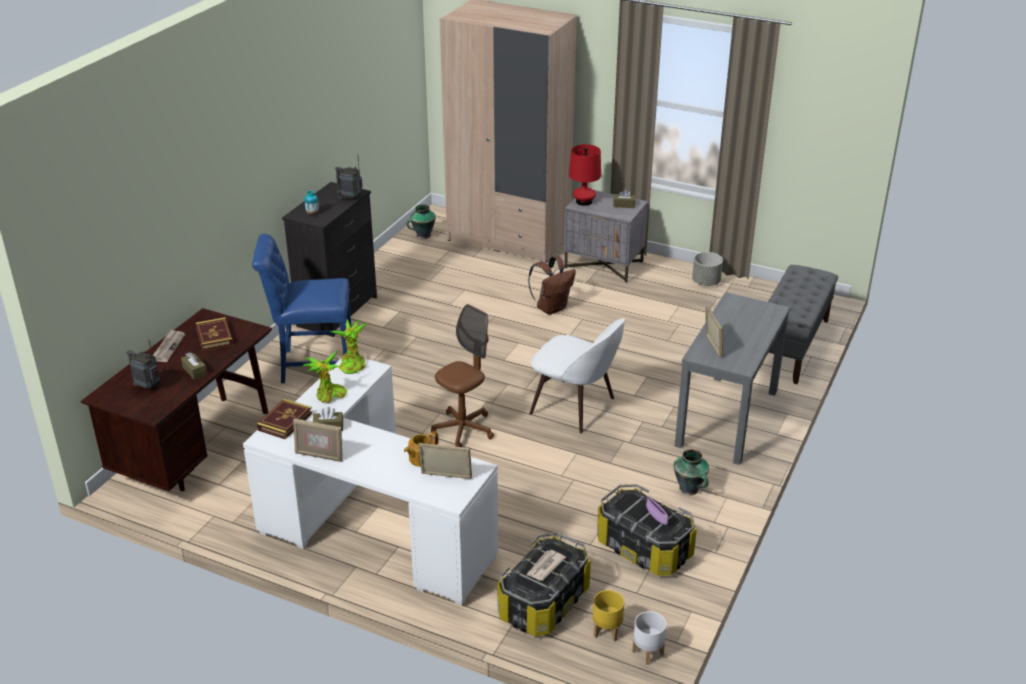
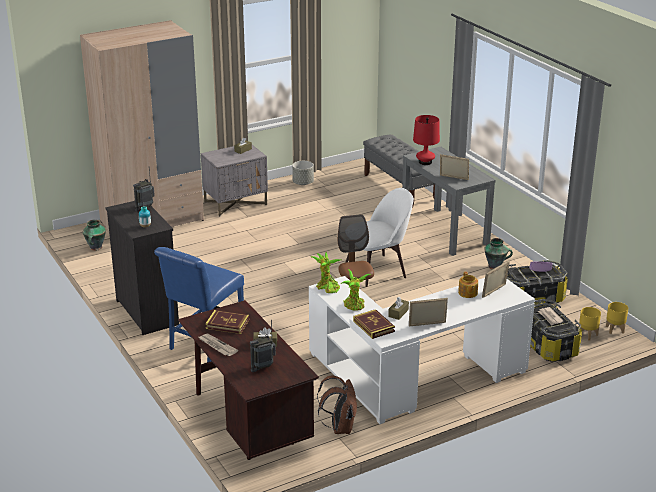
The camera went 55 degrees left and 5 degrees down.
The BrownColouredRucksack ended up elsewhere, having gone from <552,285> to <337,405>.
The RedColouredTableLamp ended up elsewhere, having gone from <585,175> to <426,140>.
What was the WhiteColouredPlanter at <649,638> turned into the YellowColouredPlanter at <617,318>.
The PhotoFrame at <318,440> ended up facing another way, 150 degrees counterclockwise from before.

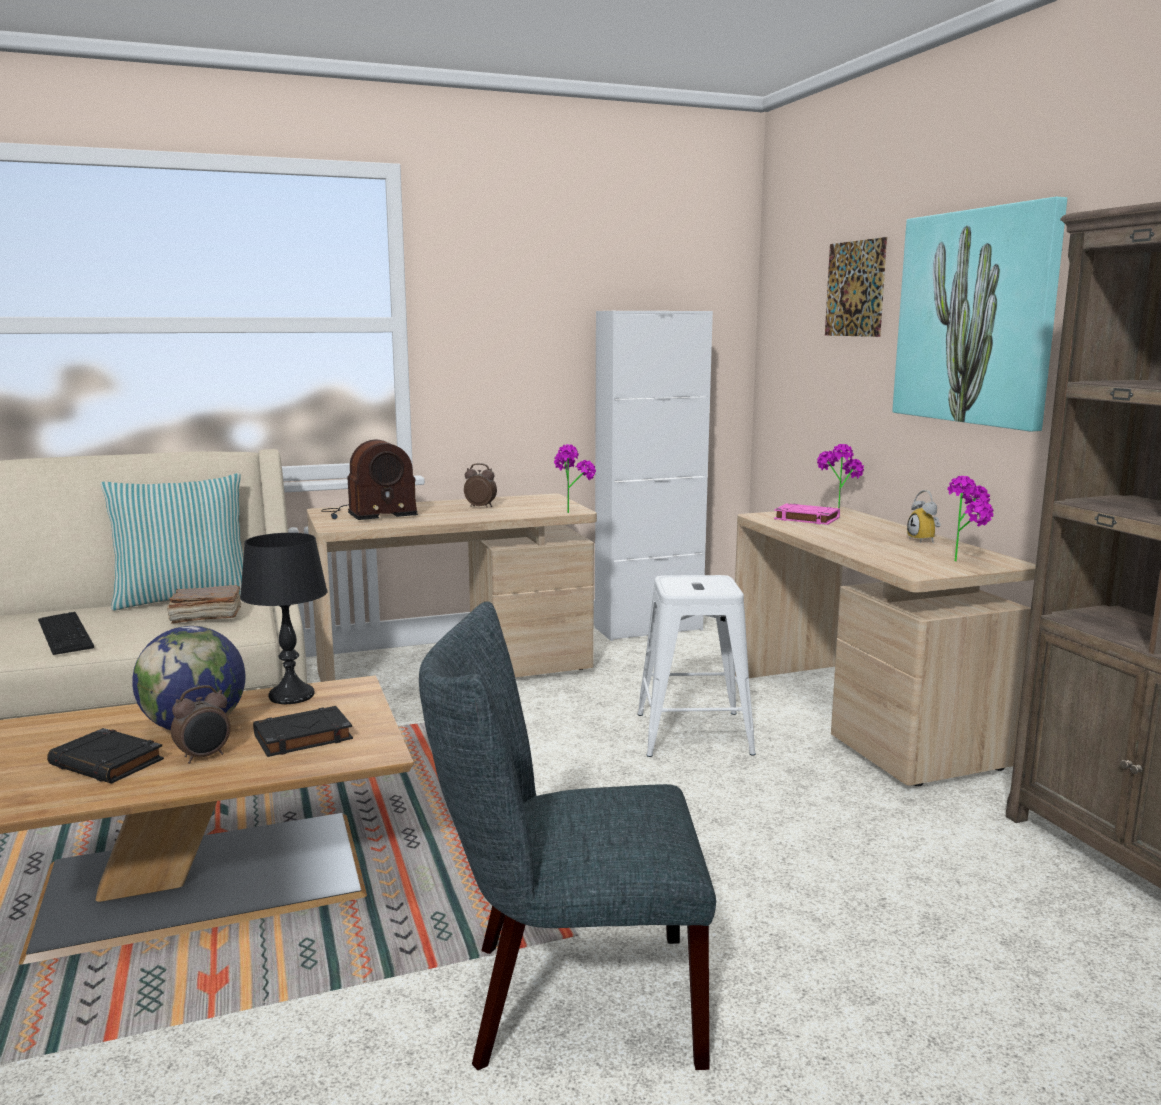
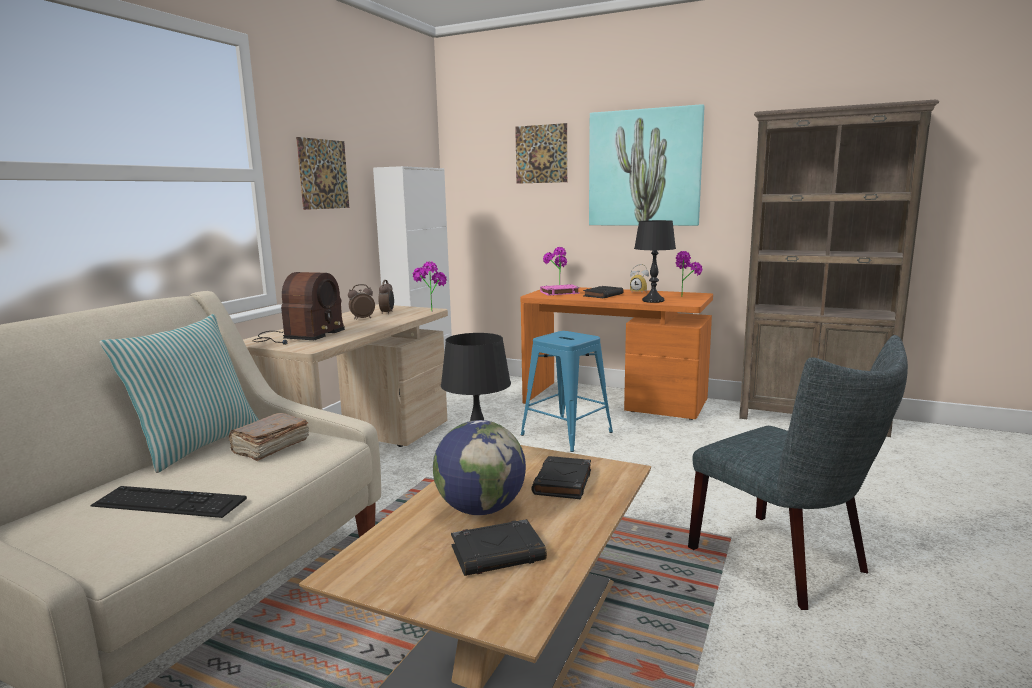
The camera went 45 degrees left and 0 degrees up.
The second view gained the WallPicture at <322,173>.
The second view gained the BlackColouredVolume at <603,292>.
The second view gained the BlackColouredTableLamp at <655,261>.
The BedsideClock ended up elsewhere, having gone from <201,724> to <386,297>.
What was the WhiteColouredSittingStool at <697,666> turned into the BlueSittingStool at <567,391>.
What was the BeigeDeskTable at <885,646> turned into the OrangeColouredDeskTable at <616,353>.
The GrayChair at <567,835> ended up facing another way, 75 degrees counterclockwise from before.

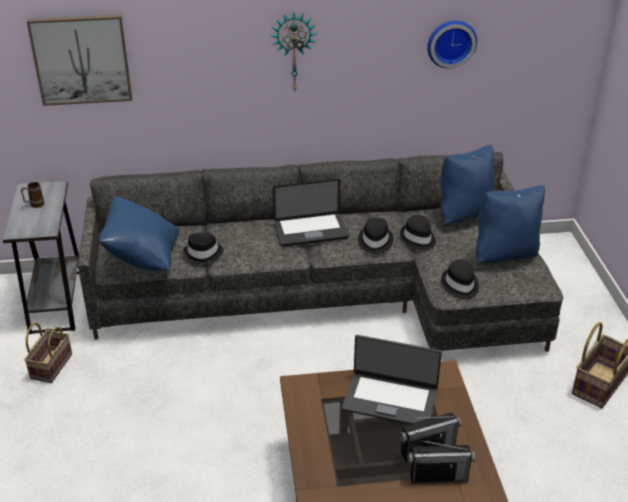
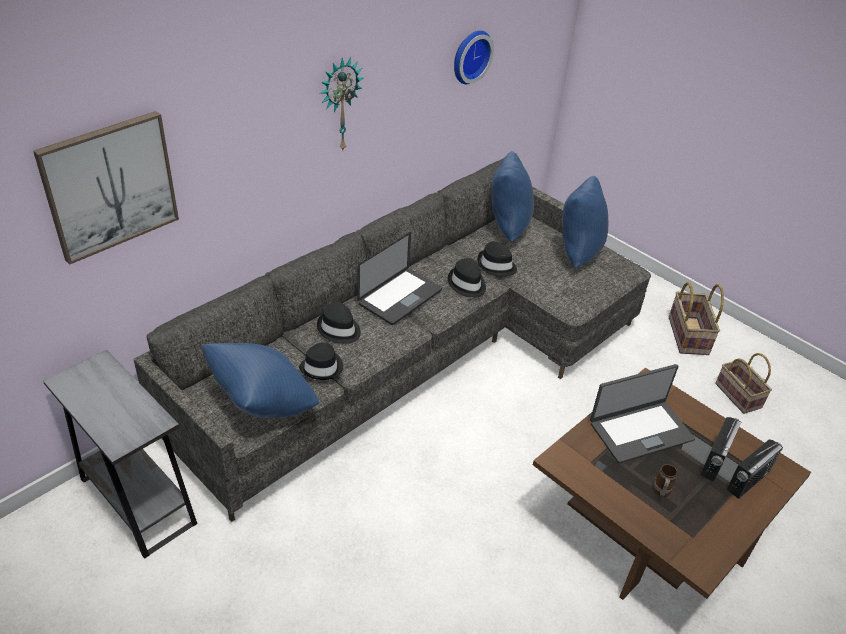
The camera went 40 degrees left and 5 degrees up.
The CoffeeMug ended up elsewhere, having gone from <32,195> to <665,480>.
The HouseholdBasket ended up elsewhere, having gone from <48,353> to <743,383>.
The BlackColouredHat ended up elsewhere, having gone from <460,279> to <339,323>.

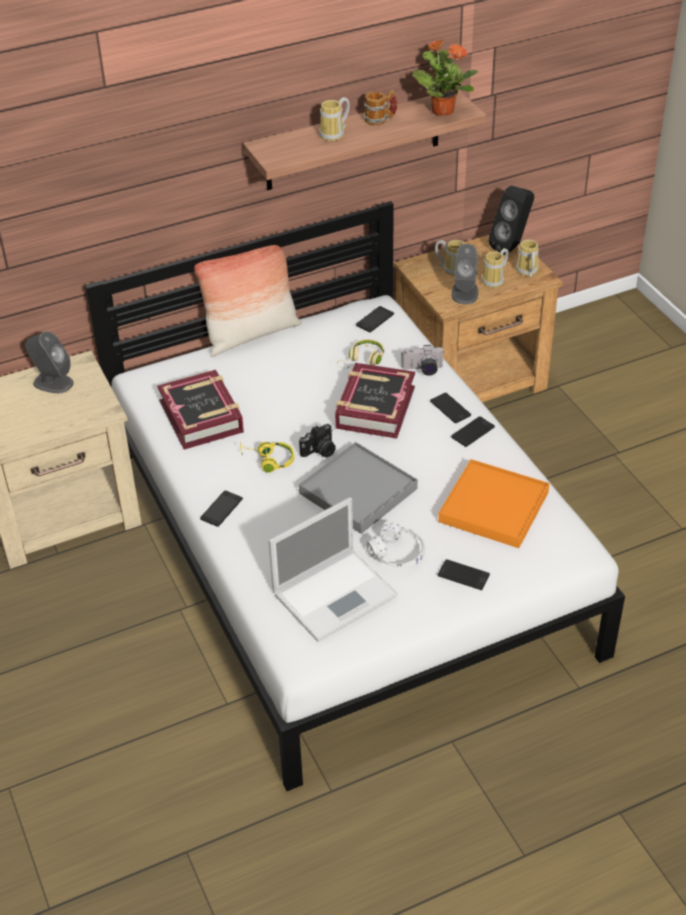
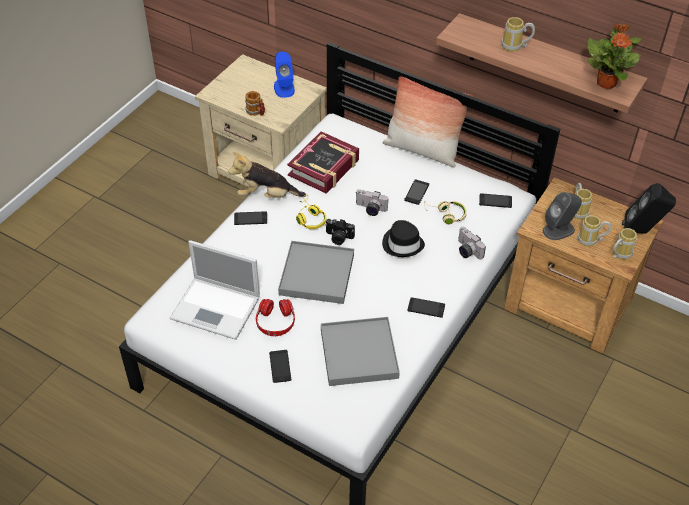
The camera went 55 degrees right and 5 degrees up.
The second view gained the PlushToy at <267,175>.
The second view gained the PhotoCamera at <372,202>.
The CoffeeMug ended up elsewhere, having gone from <380,107> to <255,103>.
The Handset ended up elsewhere, having gone from <450,408> to <416,192>.
Where the Volume stood at <375,400>, the BlackColouredHat came to stand at <403,238>.
What was the GrayLoudspeaker at <49,362> turned into the BlueLoudspeaker at <284,74>.
What was the WhiteColouredHeadset at <395,544> turned into the RedColouredHeadset at <275,317>.
What was the OrangeColouredCarryingTray at <494,503> turned into the GrayCarryingTray at <360,351>.

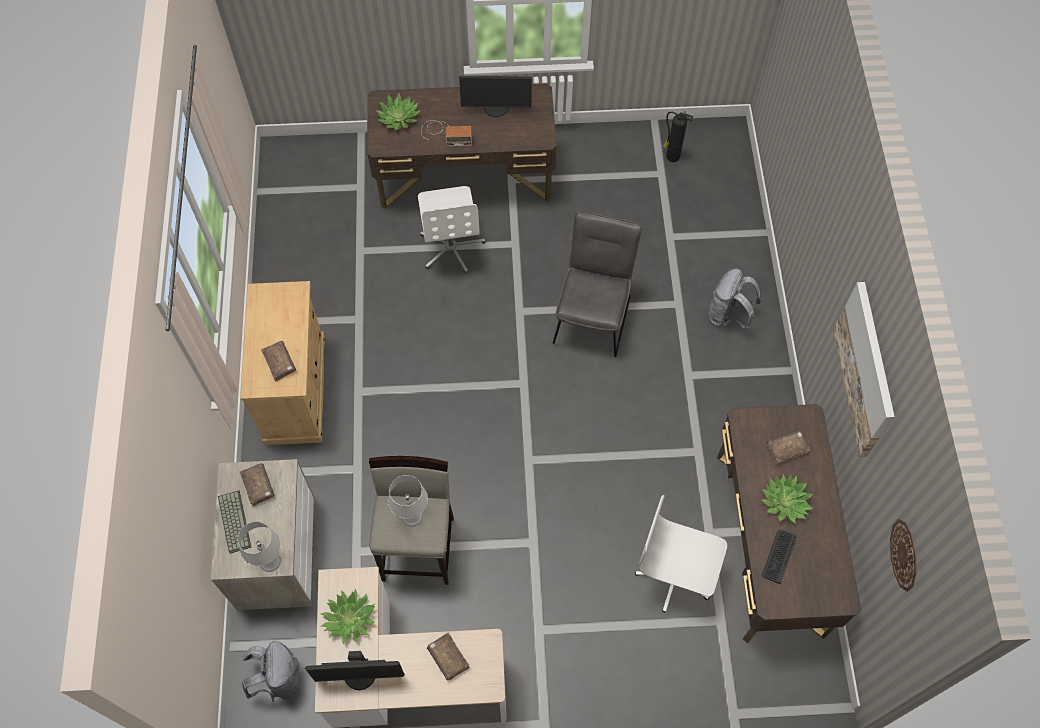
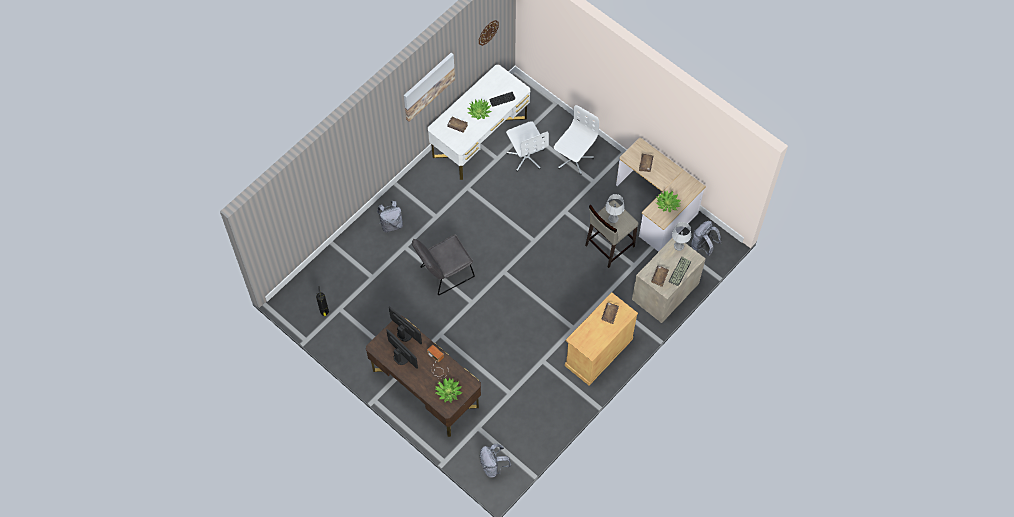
The camera went 135 degrees left and 0 degrees up.
The second view gained the GrayRucksack at <495,461>.
The ComputerDisplay ended up elsewhere, having gone from <355,670> to <405,325>.
The WhiteColouredComputerChair ended up elsewhere, having gone from <452,230> to <576,140>.
What was the BrownColouredDeskTable at <789,523> turned into the WhiteColouredDeskTable at <479,122>.

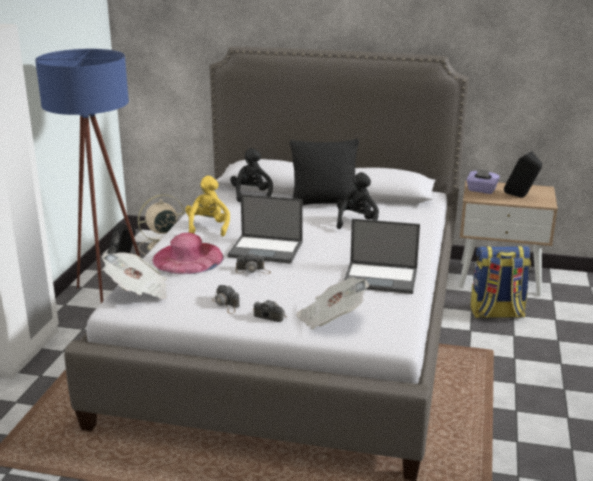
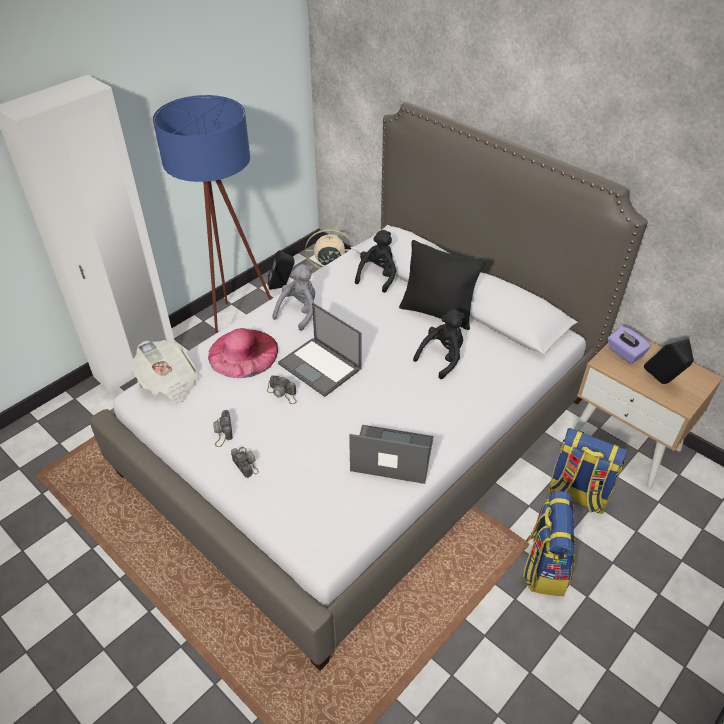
The camera went 30 degrees right and 20 degrees up.
The second view lost the PrintedPaper at <332,303>.
The second view gained the Rucksack at <549,543>.
What was the YellowColouredPlushToy at <207,206> turned into the GrayPlushToy at <294,297>.
The PortableComputer at <382,256> ended up facing another way, 150 degrees clockwise from before.

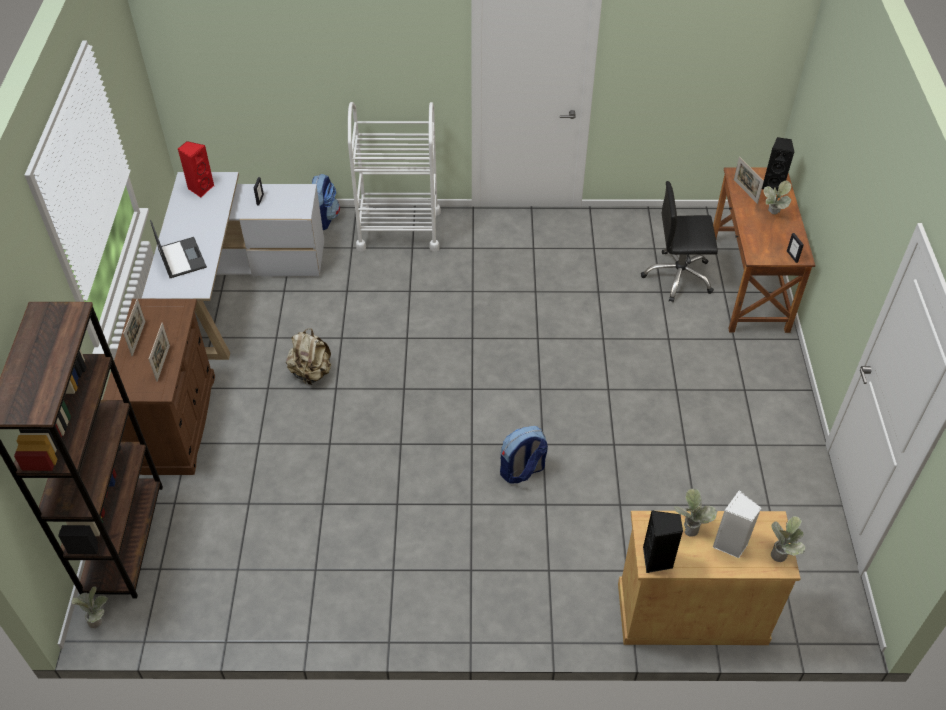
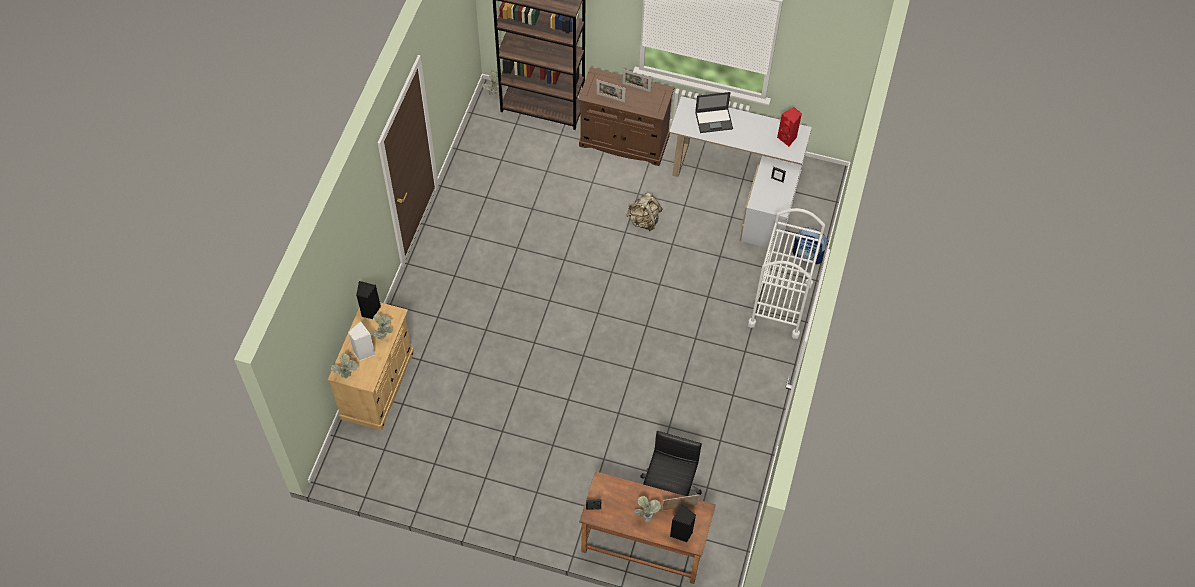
The camera went 105 degrees right and 10 degrees up.
The second view lost the Rucksack at <524,455>.

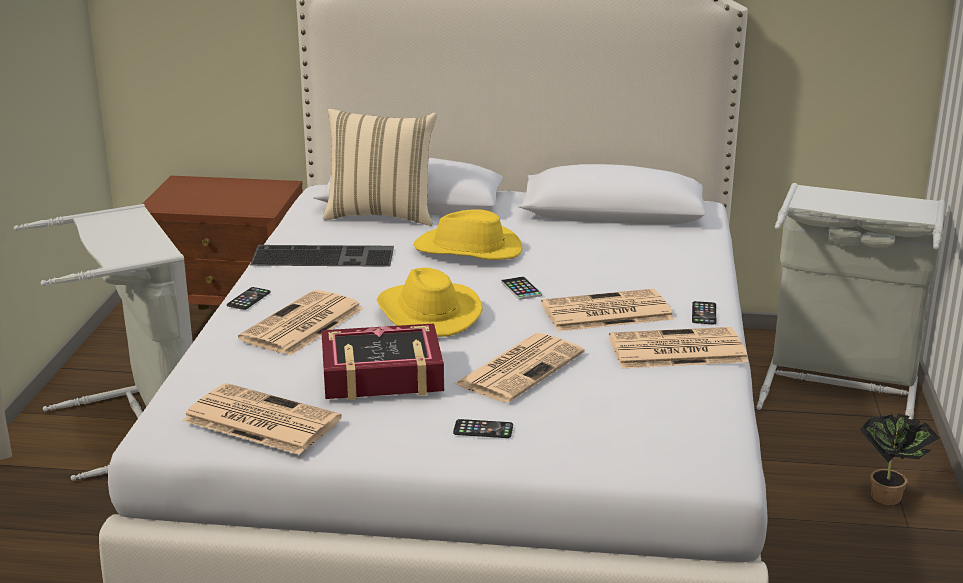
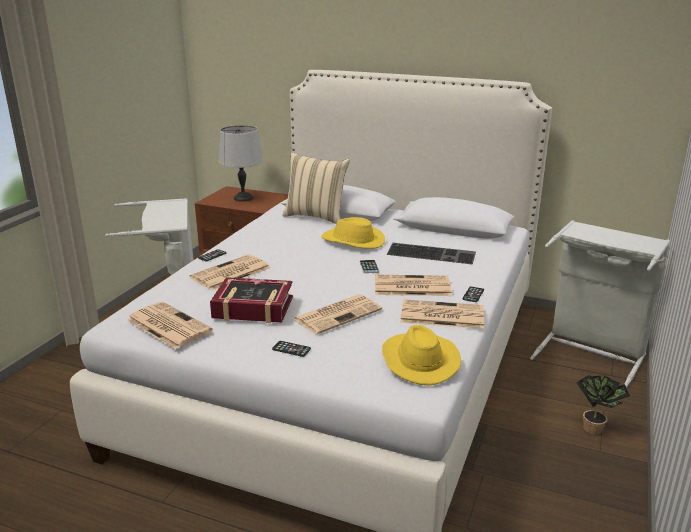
The camera went 15 degrees right and 0 degrees up.
The second view gained the GrayTableLamp at <241,163>.
The PcKeyboard ended up elsewhere, having gone from <322,256> to <431,253>.
The YellowColouredHat ended up elsewhere, having gone from <430,302> to <421,355>.

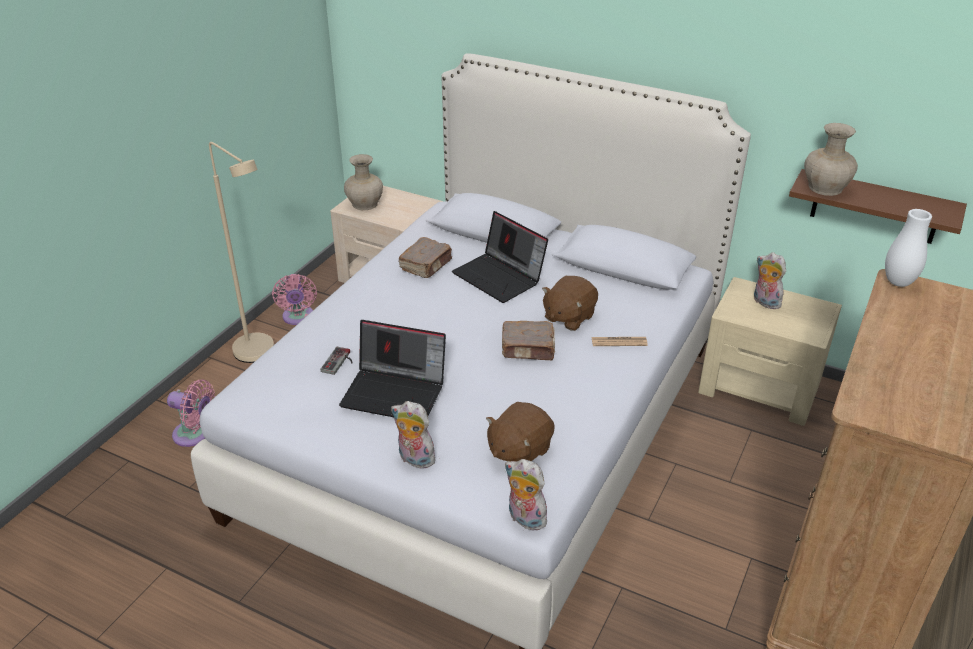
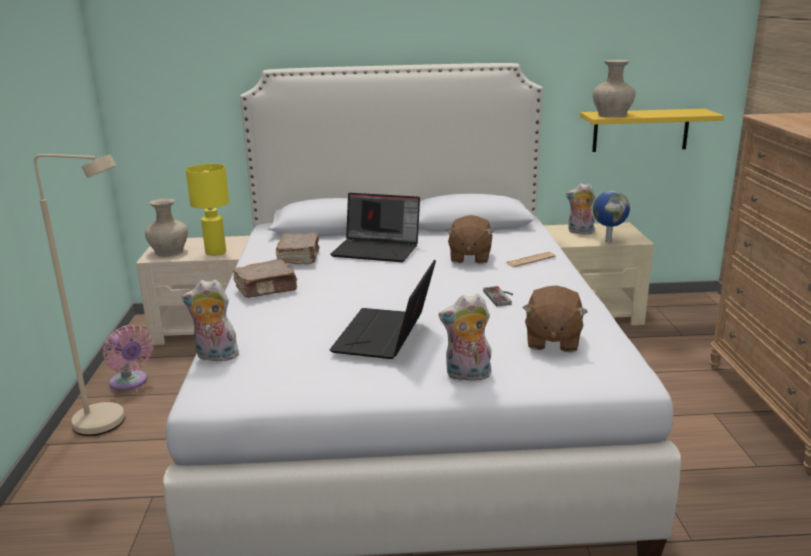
The camera went 30 degrees left and 15 degrees down.
The second view lost the PinkCoolingFan at <191,413>.
The second view lost the WhiteColouredVase at <908,248>.
The second view gained the YellowColouredTableLamp at <207,210>.
The second view gained the WorldGlobe at <611,217>.
The Gamepad ended up elsewhere, having gone from <336,361> to <498,296>.
The BrownColouredVolume ended up elsewhere, having gone from <528,340> to <265,278>.
The PlushToy ended up elsewhere, having gone from <528,494> to <210,320>.
What was the BrownColouredShelf at <878,206> turned into the YellowColouredShelf at <652,130>.
The PortableComputer at <392,368> ended up facing another way, 120 degrees clockwise from before.

